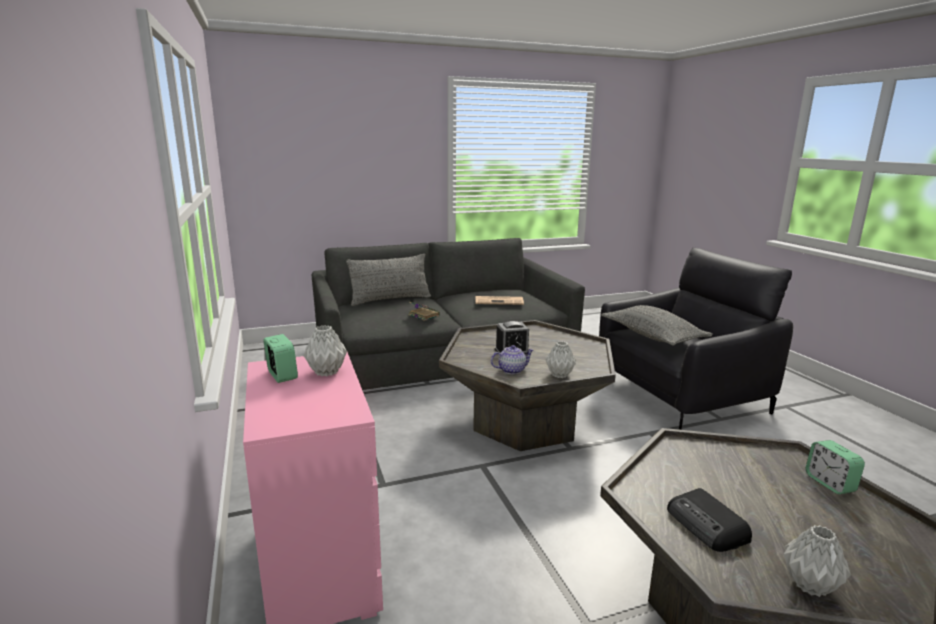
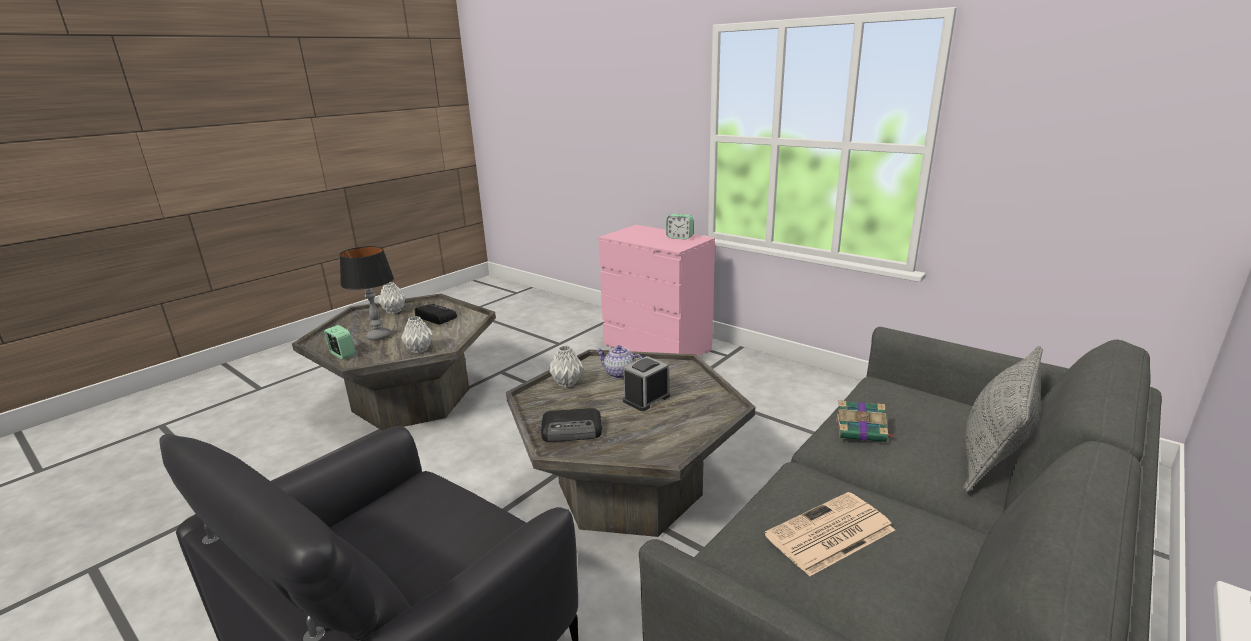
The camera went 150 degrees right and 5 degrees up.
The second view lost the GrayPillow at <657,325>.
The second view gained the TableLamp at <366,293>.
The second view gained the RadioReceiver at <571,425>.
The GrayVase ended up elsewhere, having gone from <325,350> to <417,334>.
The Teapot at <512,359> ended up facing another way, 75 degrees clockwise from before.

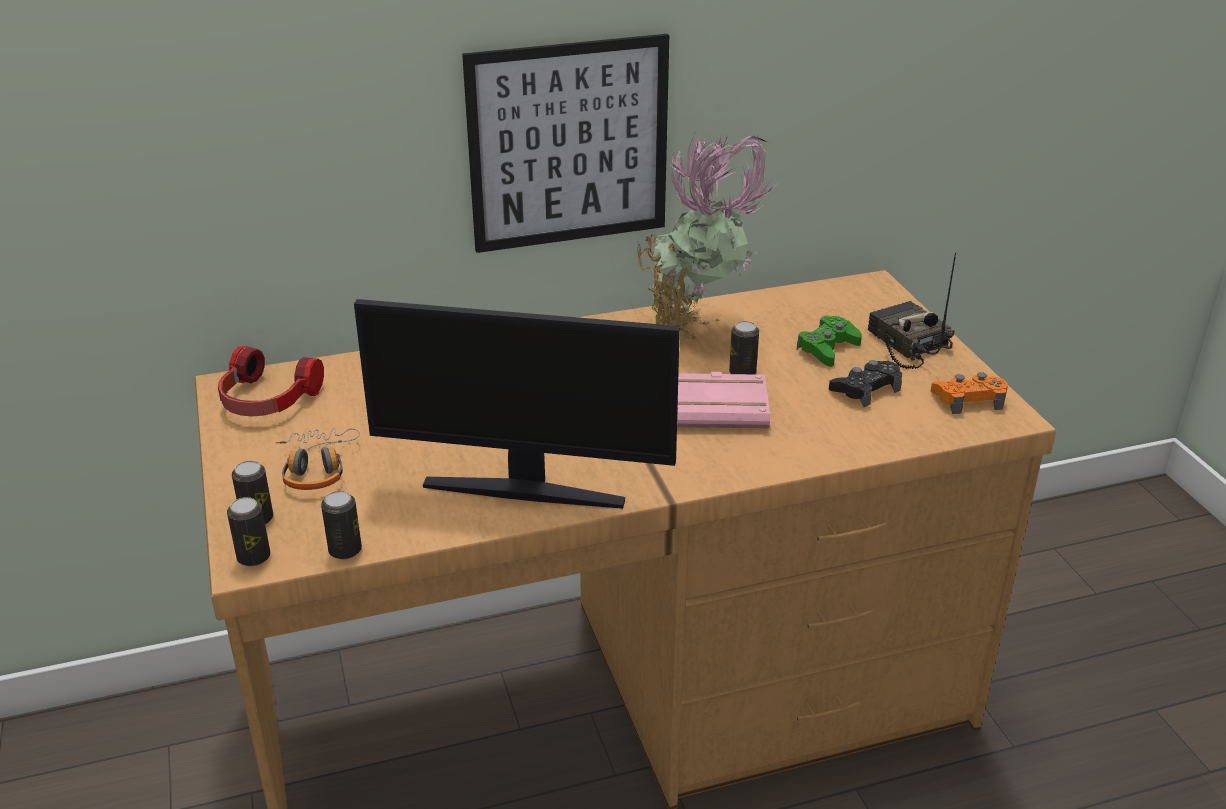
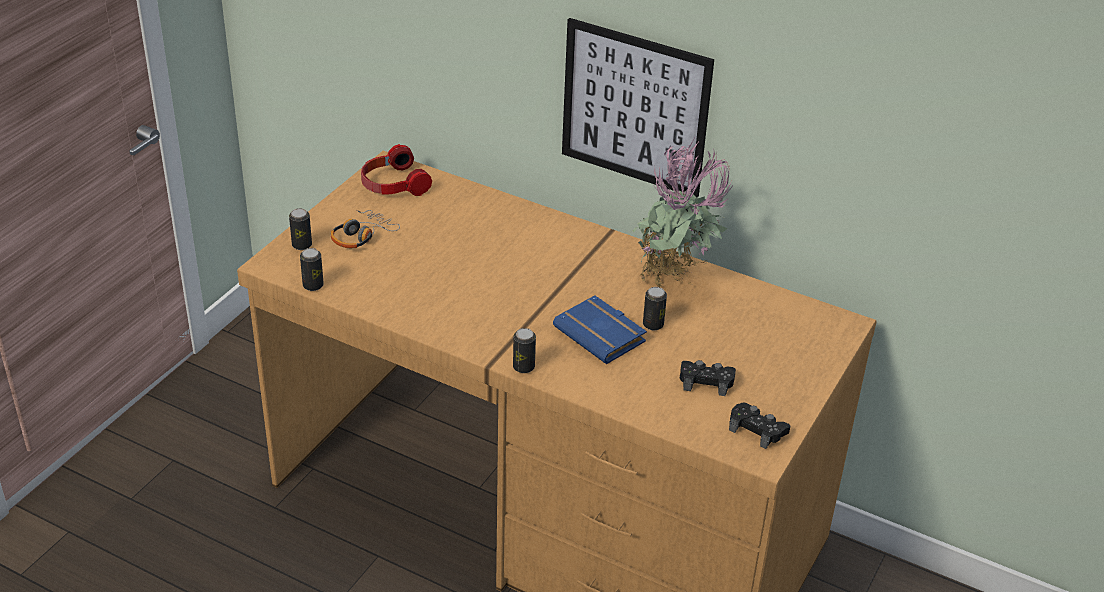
The camera went 45 degrees right and 5 degrees up.
The second view lost the ComputerDisplay at <517,404>.
The second view lost the GreenGamepad at <829,341>.
The second view lost the RadioReceiver at <912,310>.
The SealedCan ended up elsewhere, having gone from <249,531> to <524,350>.
What was the PinkVolume at <723,400> turned into the BlueVolume at <600,329>.
What was the OrangeColouredGamepad at <969,393> turned into the BlackColouredGamepad at <760,425>.

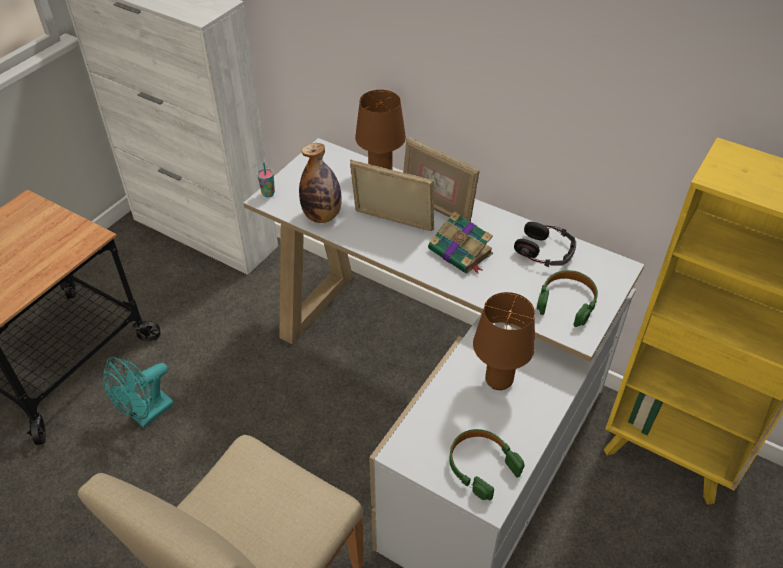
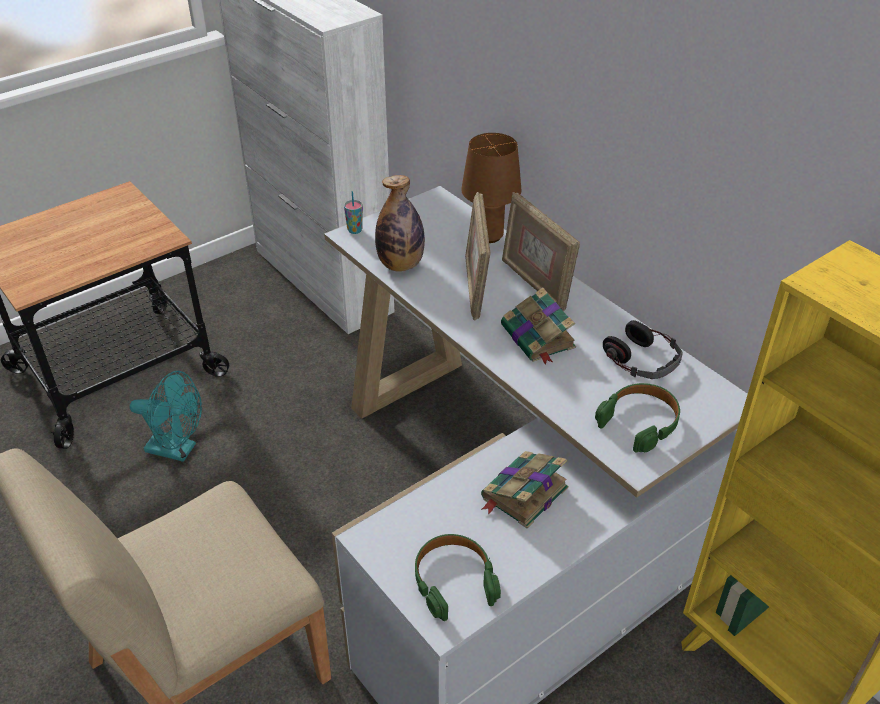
The camera went 20 degrees right and 5 degrees down.
Where the BrownColouredTableLamp stood at <504,341>, the Volume came to stand at <524,489>.
The TurquoiseCoolingFan at <138,392> ended up facing another way, 135 degrees counterclockwise from before.
The PhotoFrame at <392,195> ended up facing another way, 135 degrees counterclockwise from before.

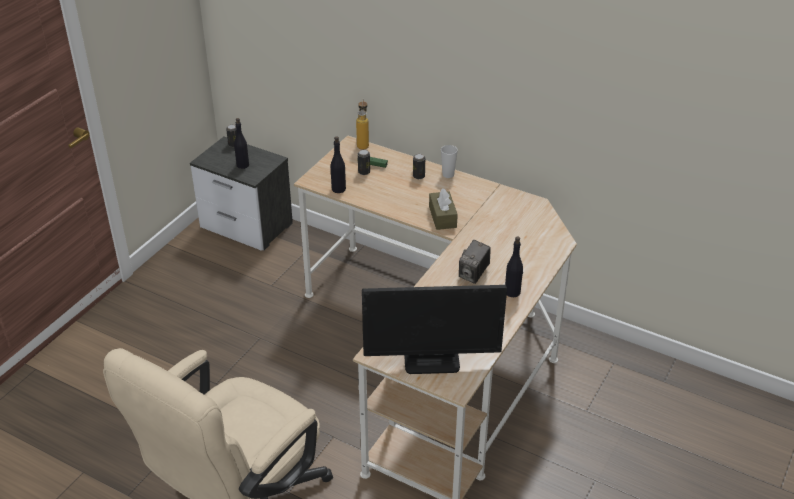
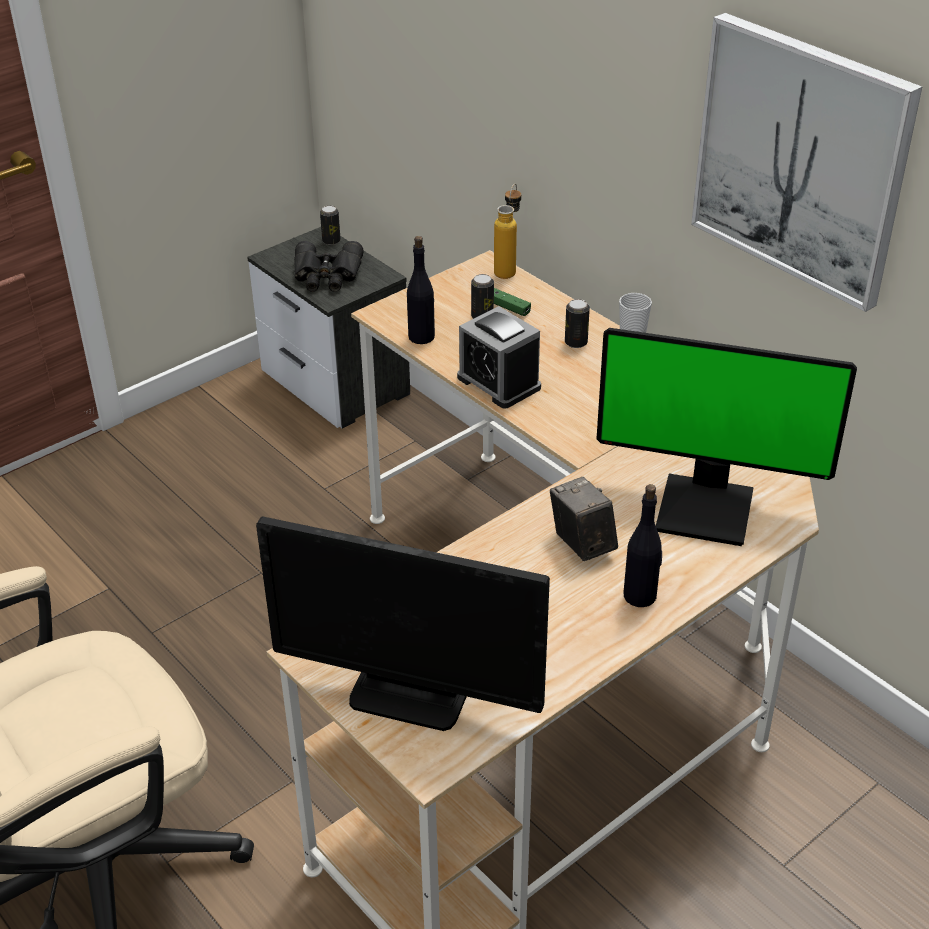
The camera went 20 degrees right and 0 degrees up.
The second view lost the BrownColouredBoxOfTissues at <443,209>.
The second view gained the BedsideClock at <499,357>.
The second view gained the ComputerDisplay at <726,437>.
The second view gained the WallPicture at <806,162>.
Where the BlackColouredBeverageBottle stood at <241,143>, the BlackColouredBinoculars came to stand at <328,266>.
The PhotoCamera at <475,262> ended up facing another way, 105 degrees clockwise from before.

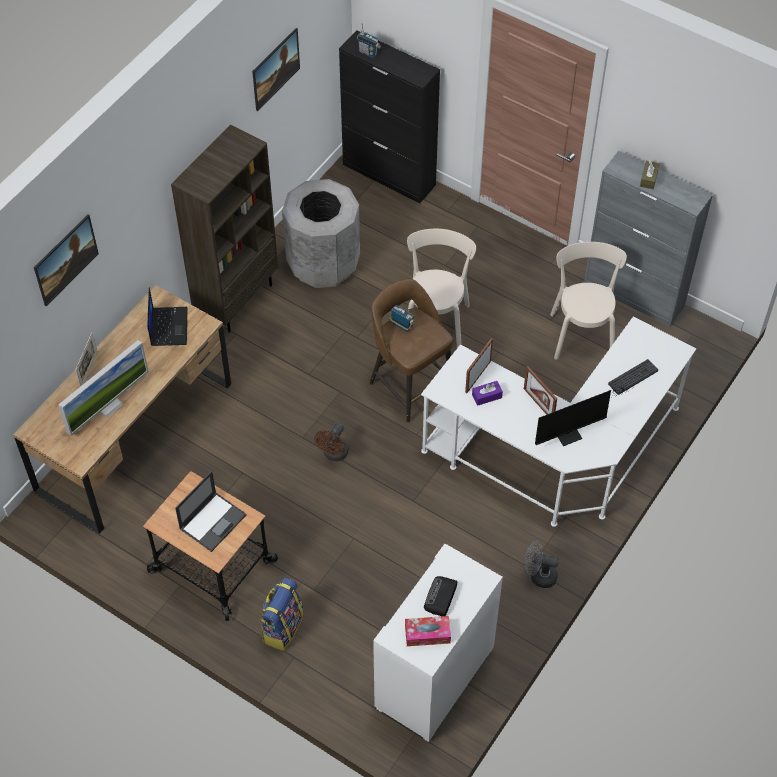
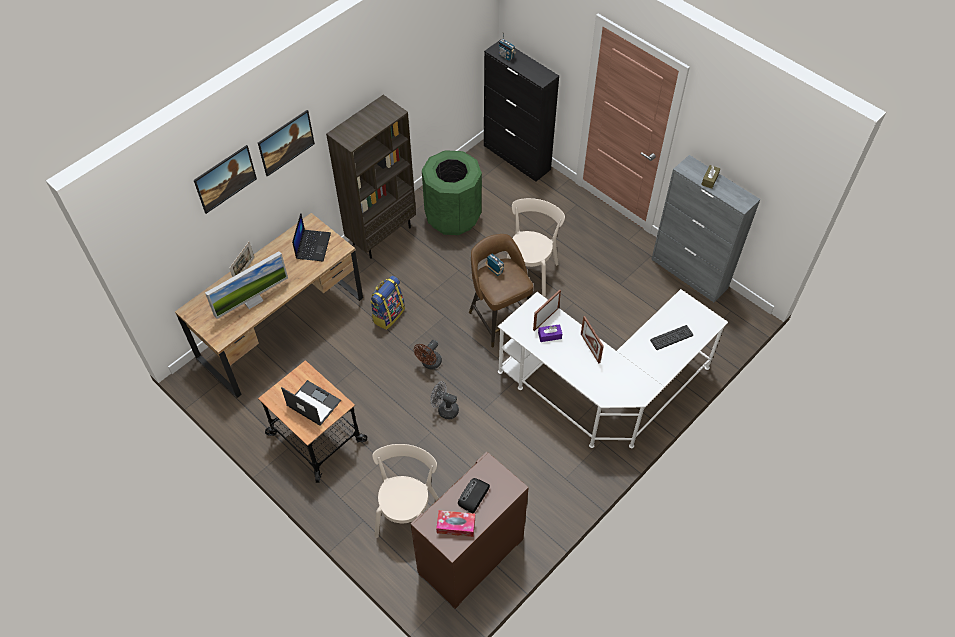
The camera went 10 degrees right and 0 degrees up.
The second view lost the ComputerDisplay at <581,416>.
The WallPicture ended up elsewhere, having gone from <276,69> to <286,143>.
The Rucksack ended up elsewhere, having gone from <282,614> to <387,303>.
The GrayCoolingFan ended up elsewhere, having gone from <542,564> to <444,400>.
The BeigeChair ended up elsewhere, having gone from <588,301> to <405,491>.
What was the GrayWasteBin at <321,233> turned into the GreenWasteBin at <452,192>.
What was the WhiteColouredCupboard at <438,643> turned into the BrownColouredCupboard at <469,530>.
The PortableComputer at <210,511> ended up facing another way, 105 degrees counterclockwise from before.

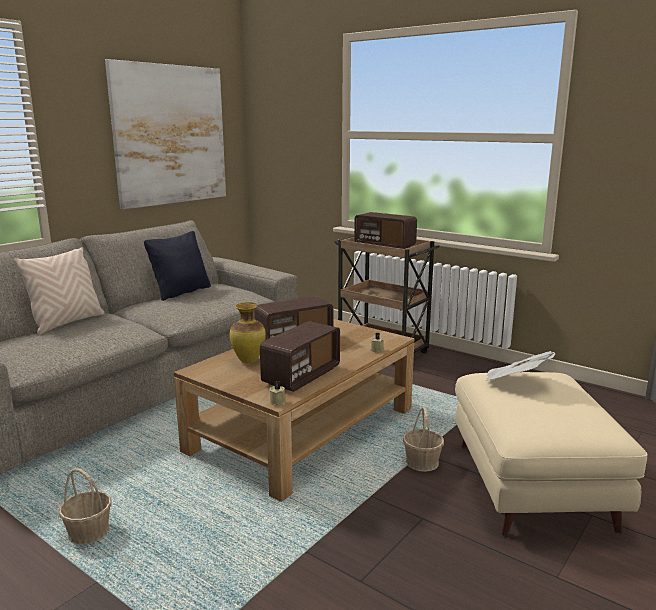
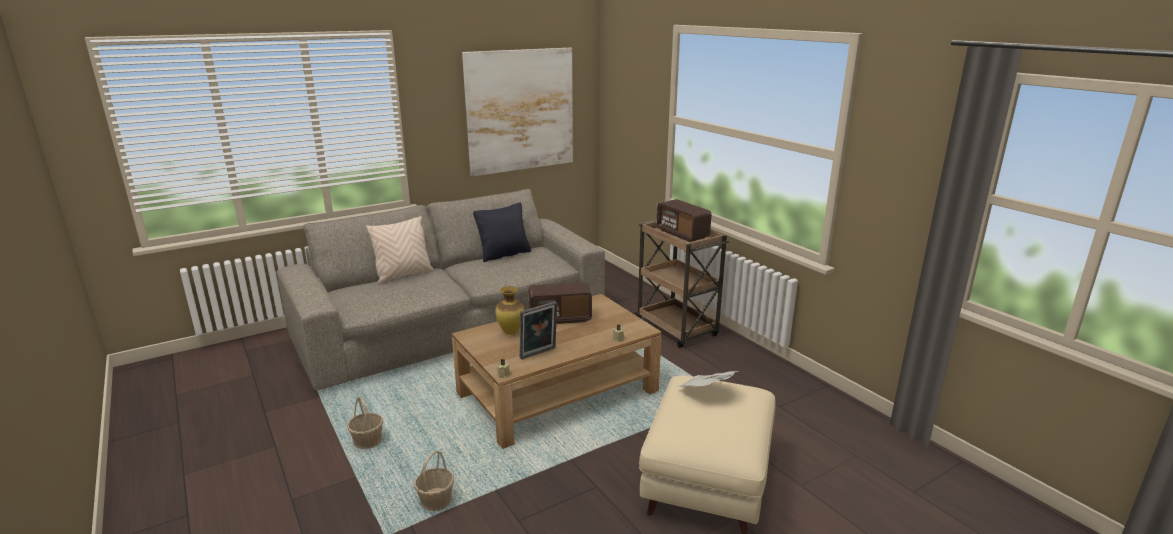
The camera went 20 degrees right and 5 degrees up.
The HouseholdBasket ended up elsewhere, having gone from <423,439> to <434,480>.
Where the RadioReceiver stood at <300,356>, the PhotoFrame came to stand at <538,330>.

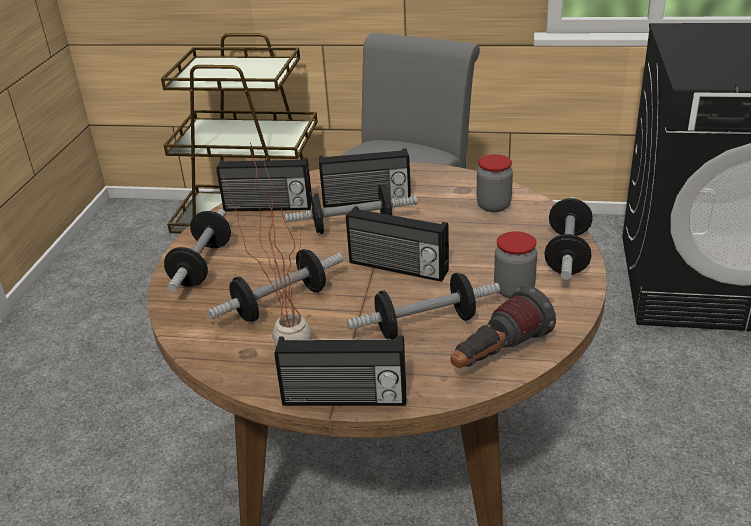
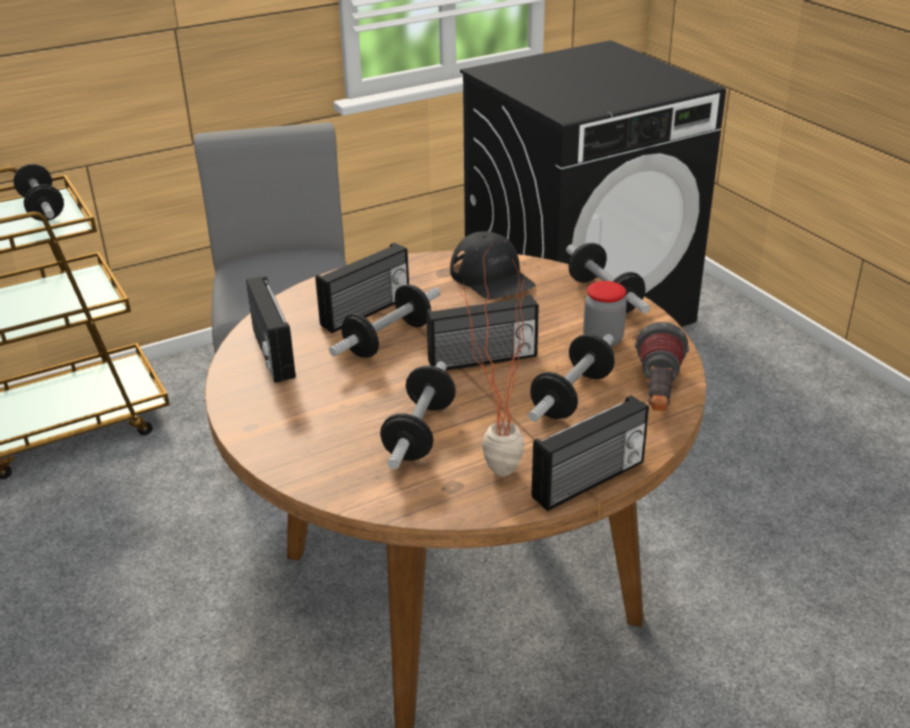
The camera went 40 degrees left and 0 degrees up.
The HandWeight ended up elsewhere, having gone from <197,250> to <38,192>.
Where the StorageJar stood at <495,183>, the BlackColouredBaseballCap came to stand at <492,265>.
The RadioReceiver at <264,184> ended up facing another way, 105 degrees clockwise from before.

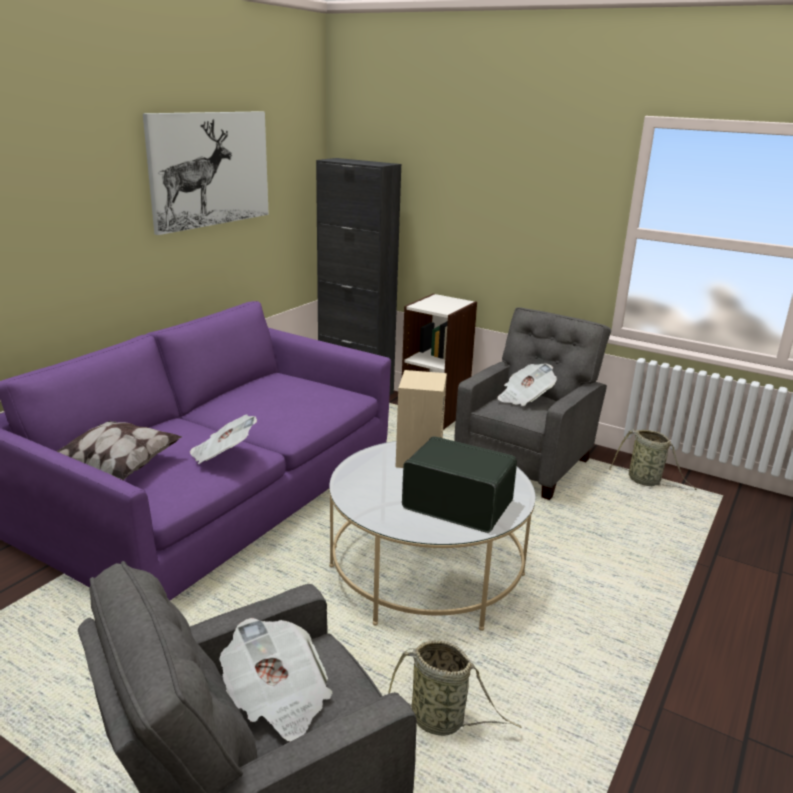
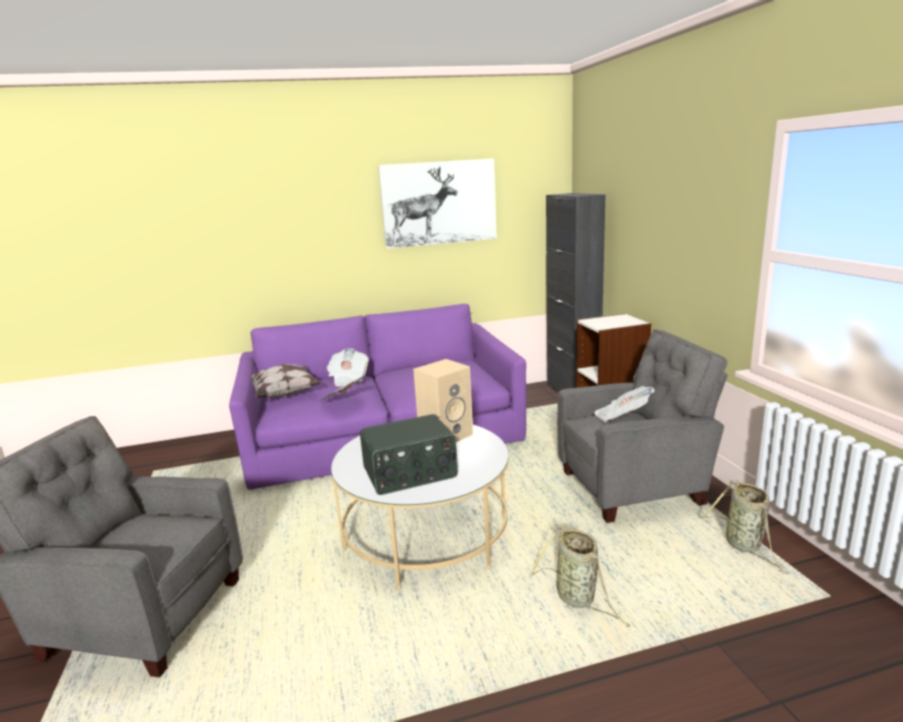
The camera went 45 degrees right and 5 degrees down.
The PrintedPaper ended up elsewhere, having gone from <276,680> to <348,367>.
The HouseholdBasket ended up elsewhere, having gone from <455,688> to <580,577>.
The RadioReceiver at <459,484> ended up facing another way, 90 degrees clockwise from before.

